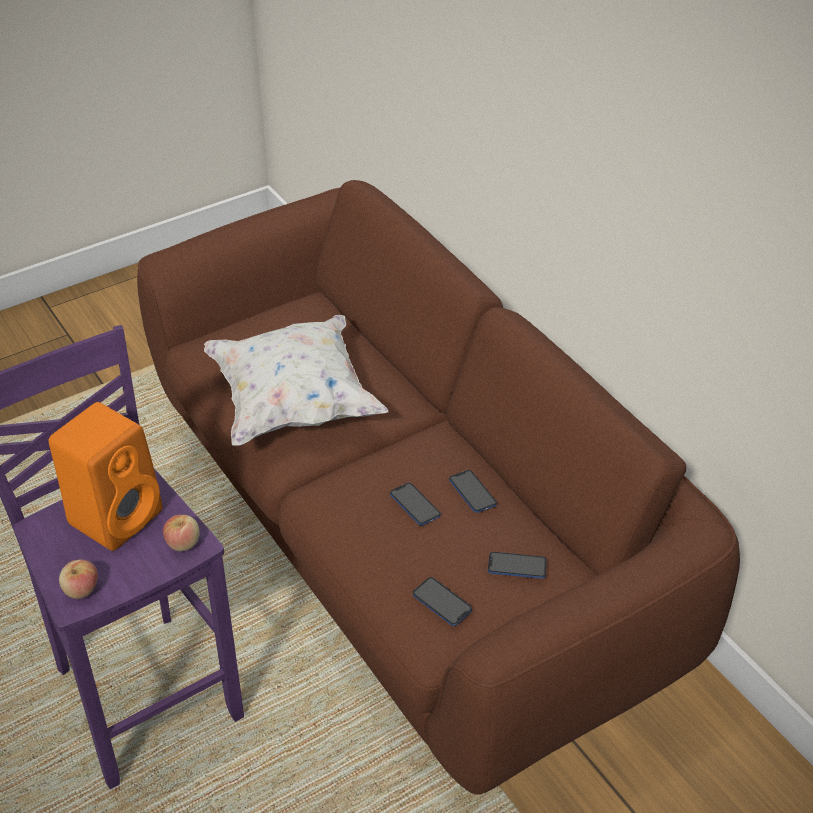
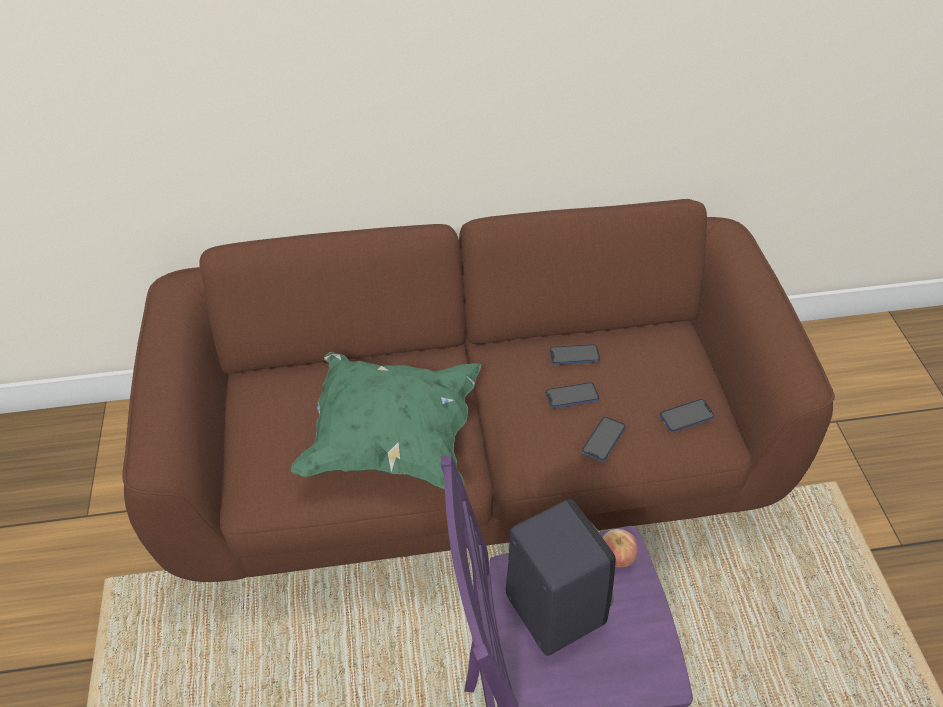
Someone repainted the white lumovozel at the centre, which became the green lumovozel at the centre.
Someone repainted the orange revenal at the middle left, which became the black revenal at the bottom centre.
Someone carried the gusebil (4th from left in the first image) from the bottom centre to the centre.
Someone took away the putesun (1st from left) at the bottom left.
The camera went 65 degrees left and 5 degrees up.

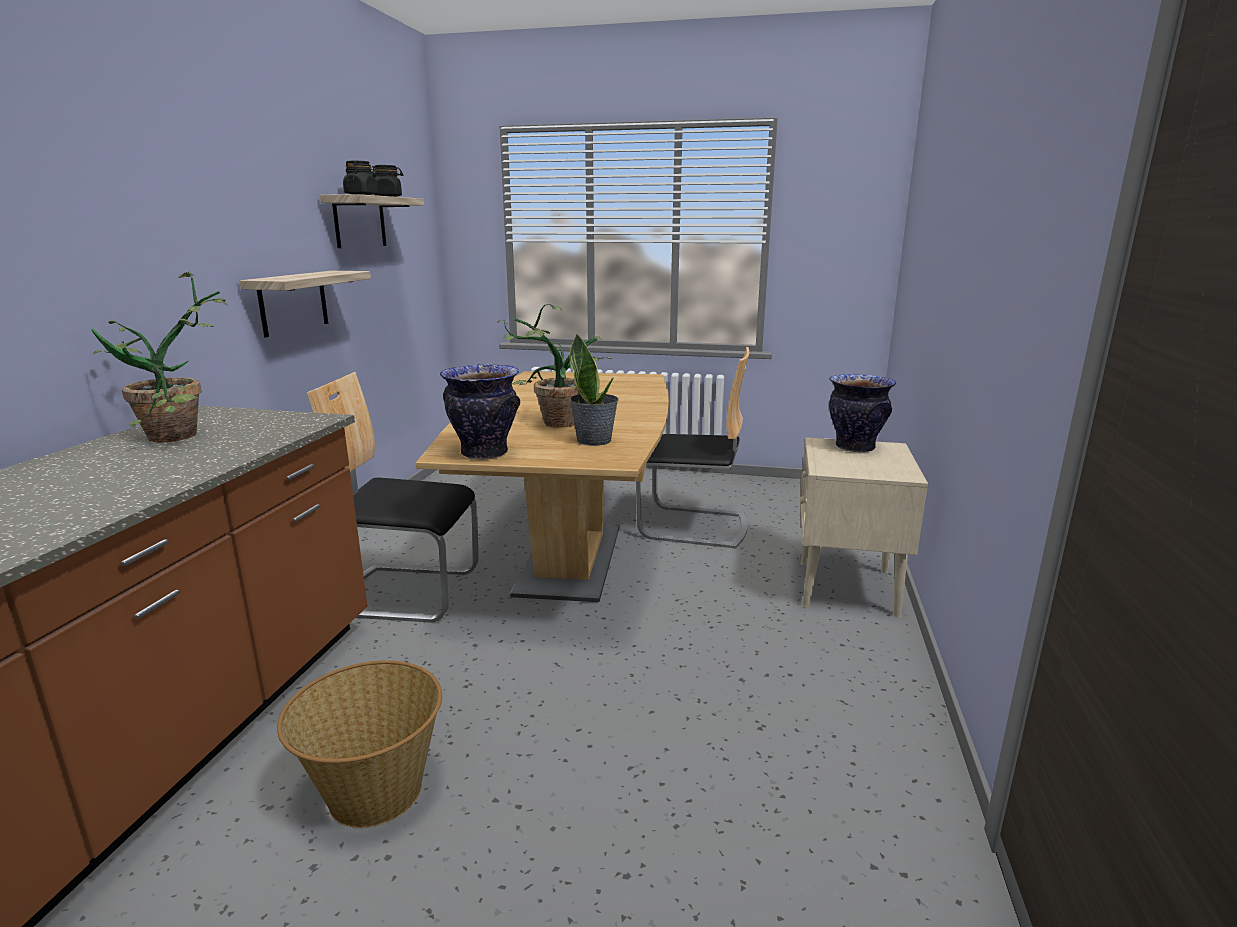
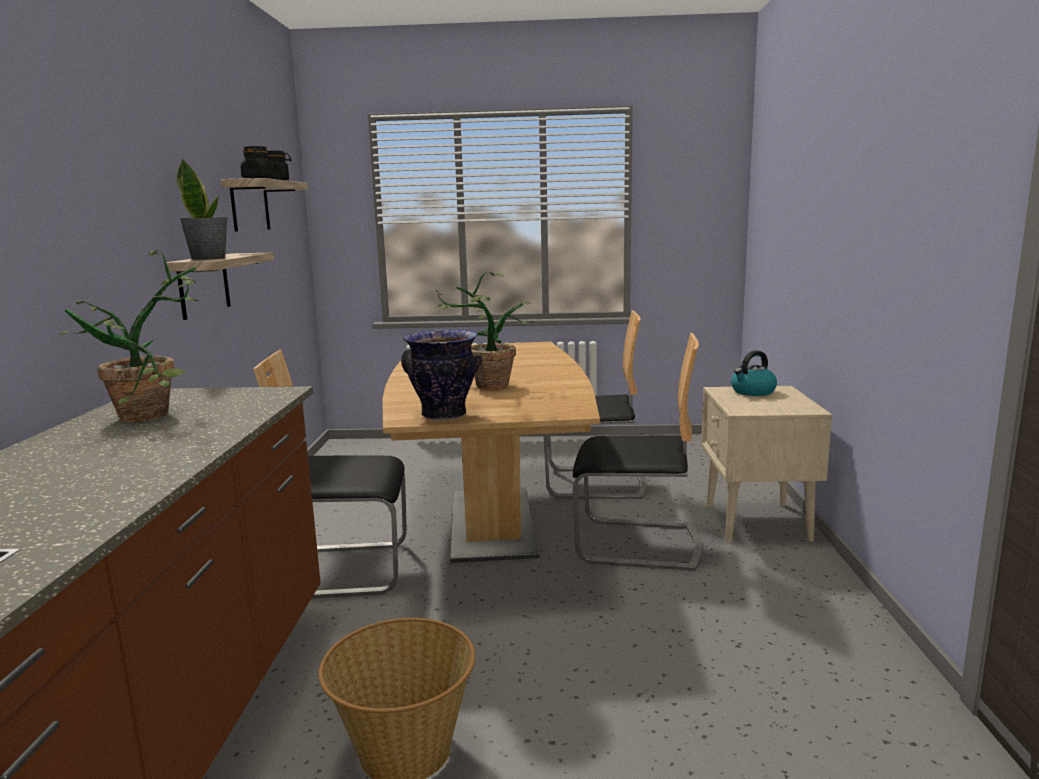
Someone carried the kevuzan (3rd from left in the first image) from the centre to the top left.
Someone put down the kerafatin (3rd from left) at the centre.
Someone swapped the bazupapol (2nd from left) at the middle right for the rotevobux at the middle right.
The camera went 10 degrees left and 5 degrees down.

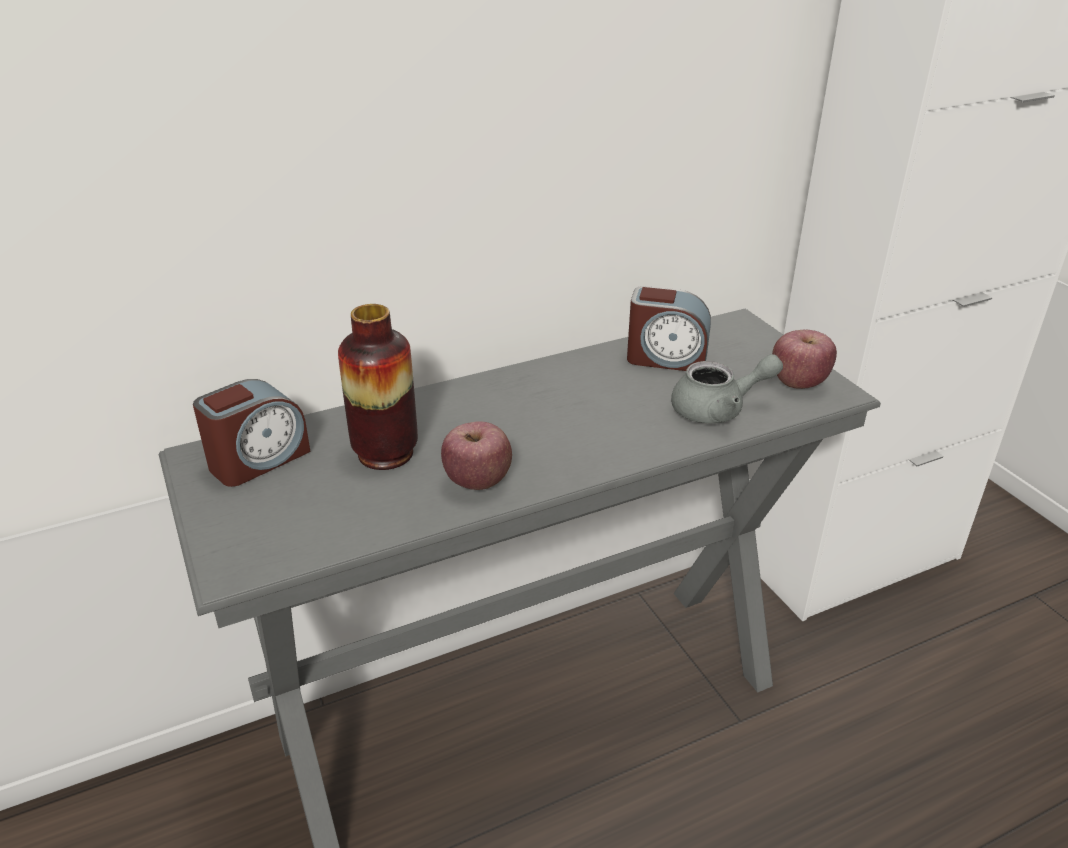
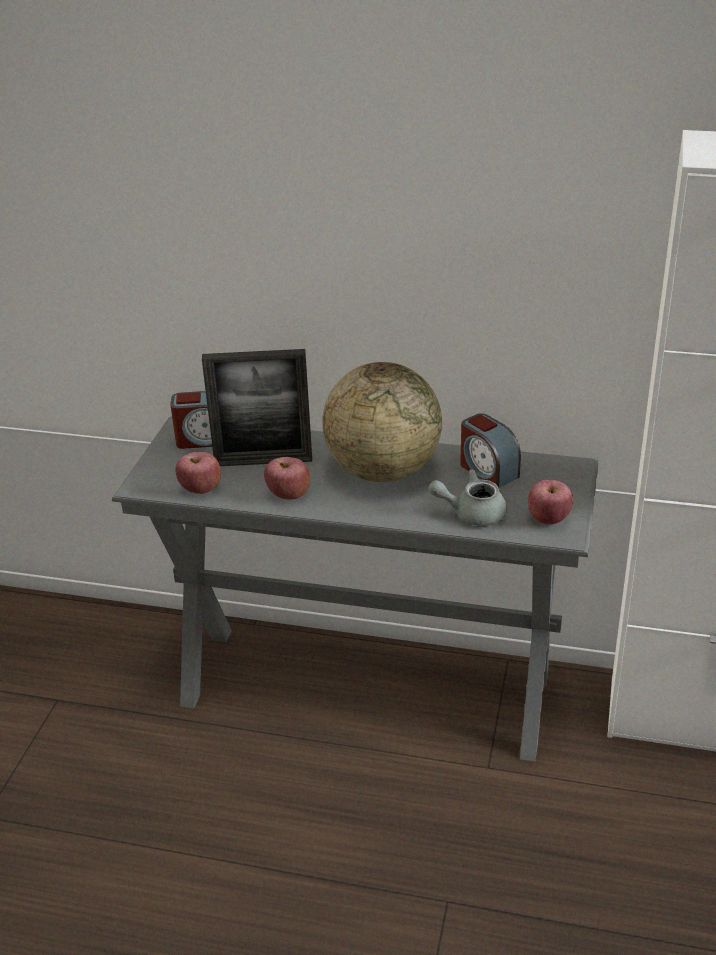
Someone put down the putesun (1st from left) at the middle left.
Someone swapped the bazupapol at the centre for the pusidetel at the centre.
Someone put down the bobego at the centre.
Someone rotated the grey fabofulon at the middle right by 150 degrees clockwise.
The camera went 40 degrees right and 0 degrees up.

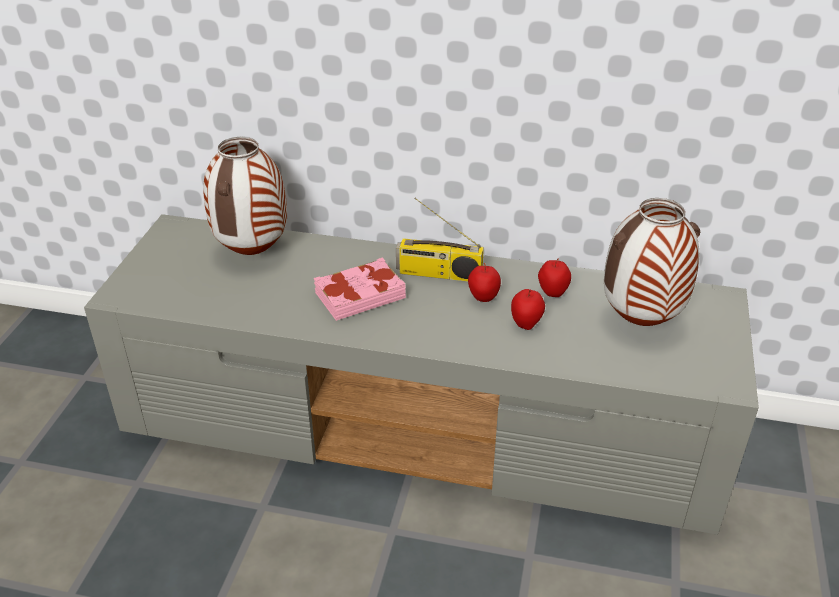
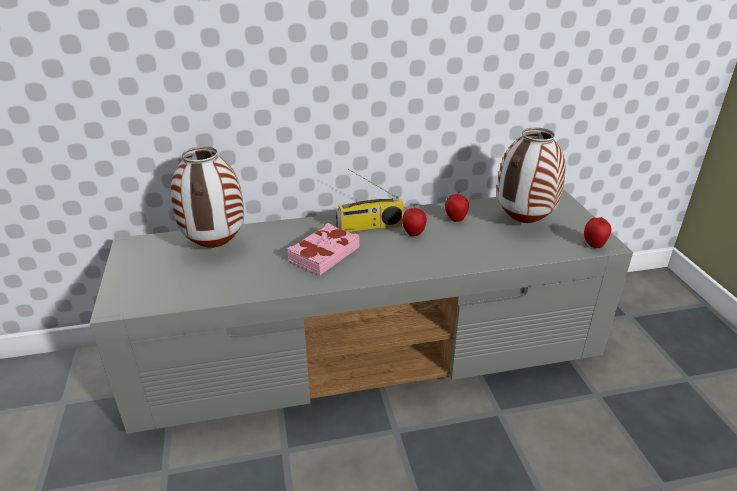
Someone carried the putesun (2nd from left in the first image) from the centre to the middle right.
The camera went 25 degrees left and 5 degrees down.

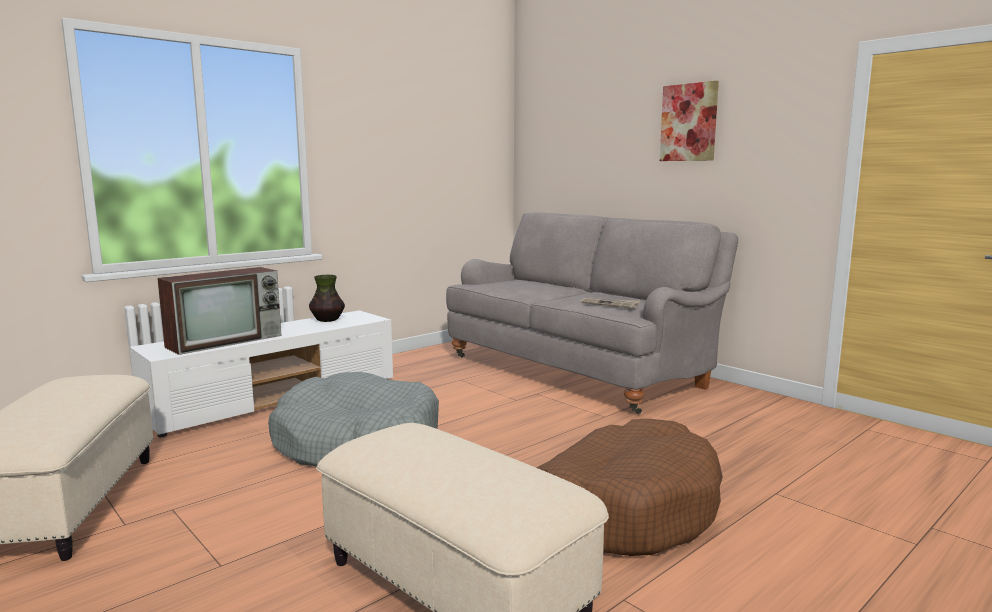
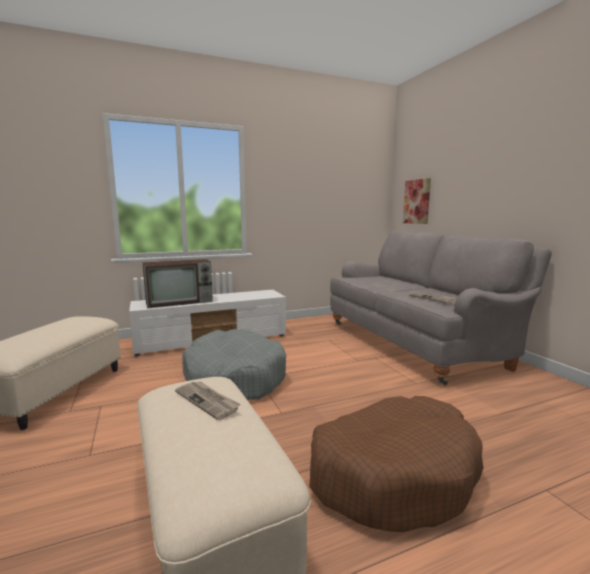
Someone put down the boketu (1st from left) at the bottom centre.
Someone carried the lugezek from the top right to the middle right.
Someone took away the bazupapol at the middle left.
The camera went 20 degrees right and 0 degrees up.

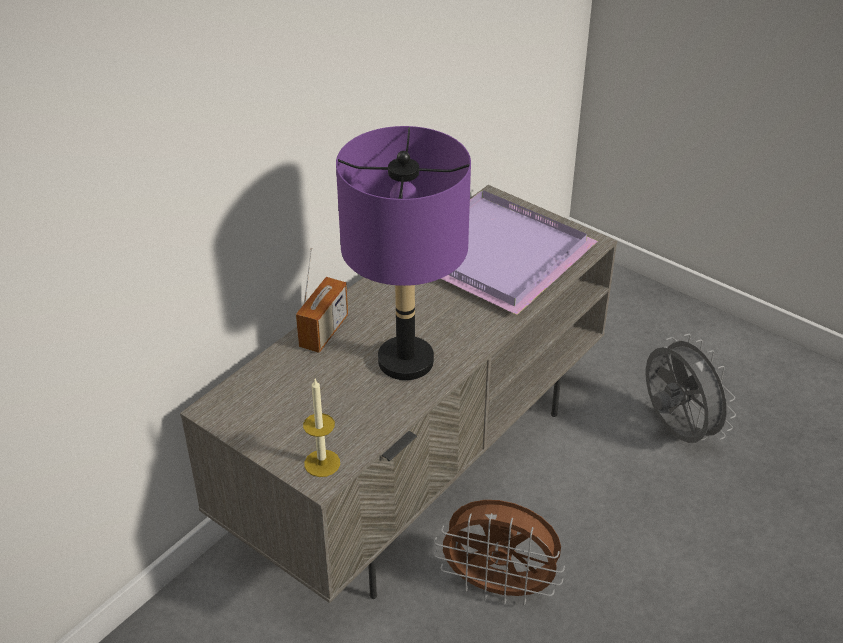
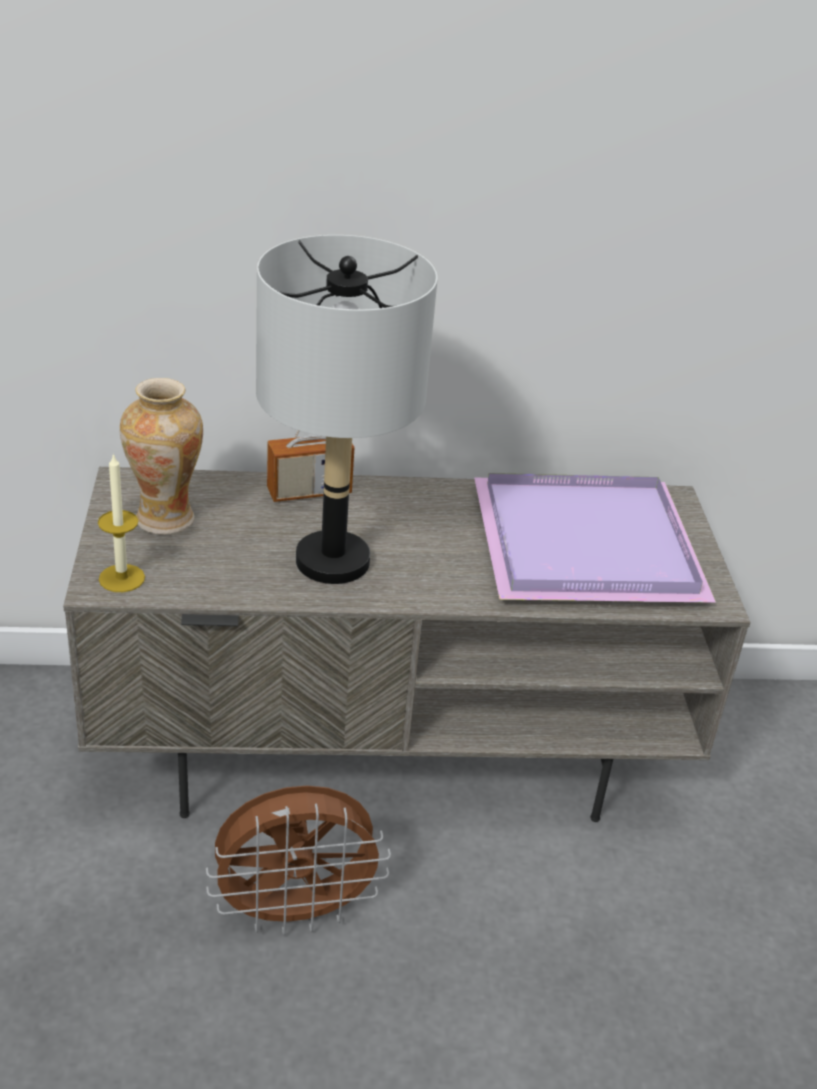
Someone put down the bazupapol at the middle left.
Someone rotated the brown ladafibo at the bottom centre by 75 degrees counterclockwise.
Someone repainted the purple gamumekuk at the centre, which became the grey gamumekuk at the centre.
Someone took away the grey ladafibo at the middle right.
The camera went 45 degrees right and 5 degrees down.

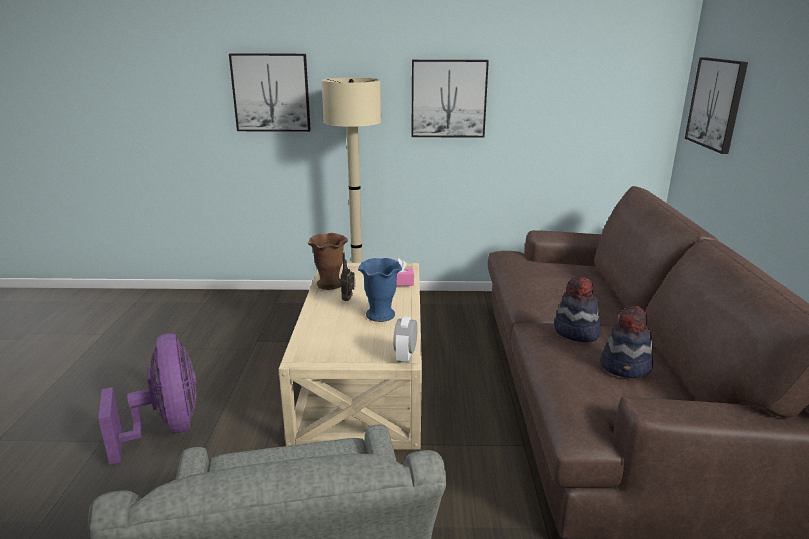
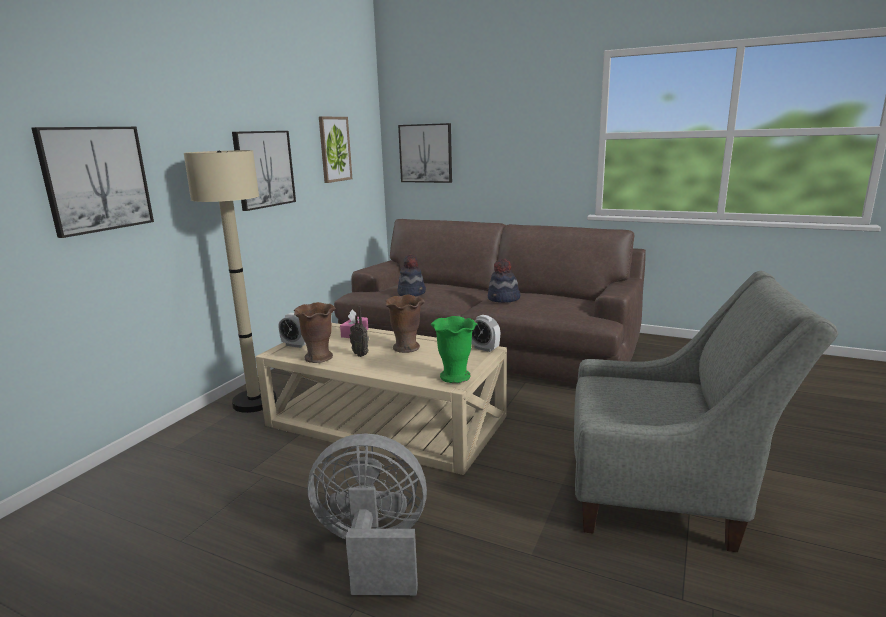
Someone put down the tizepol (1st from left) at the middle left.
Someone repainted the purple ladafibo at the bottom left, which became the grey ladafibo at the bottom centre.
Someone put up the lugezek (3rd from left) at the top centre.
Someone repainted the blue bazupapol at the centre, which became the brown bazupapol (2nd from left) at the centre.
Someone carried the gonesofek (2nd from left in the first image) from the middle right to the centre.
Someone put down the green bazupapol at the centre.
The camera went 65 degrees left and 5 degrees down.

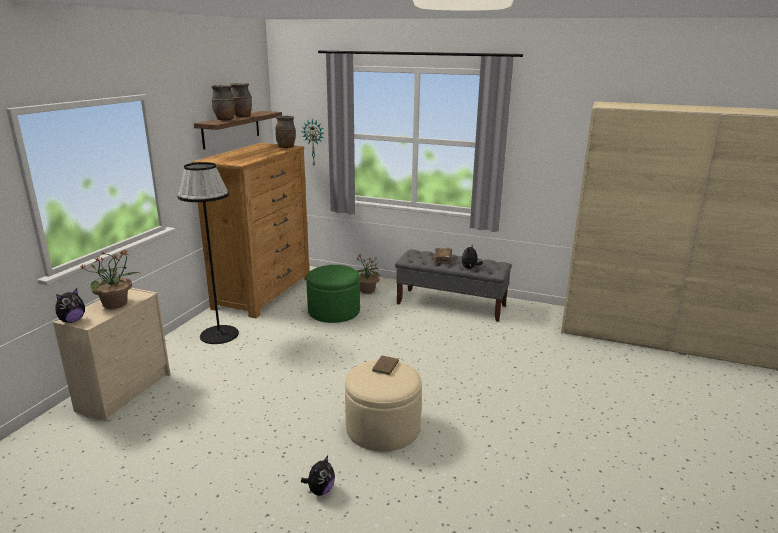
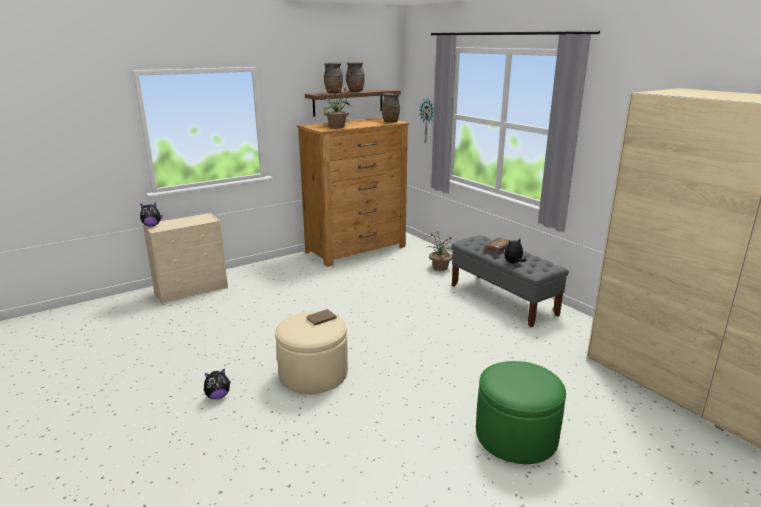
Someone carried the kevuzan (1st from left) from the middle left to the top centre.
Someone carried the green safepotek from the centre to the bottom right.
Someone took away the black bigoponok at the middle left.
The camera went 35 degrees right and 0 degrees up.

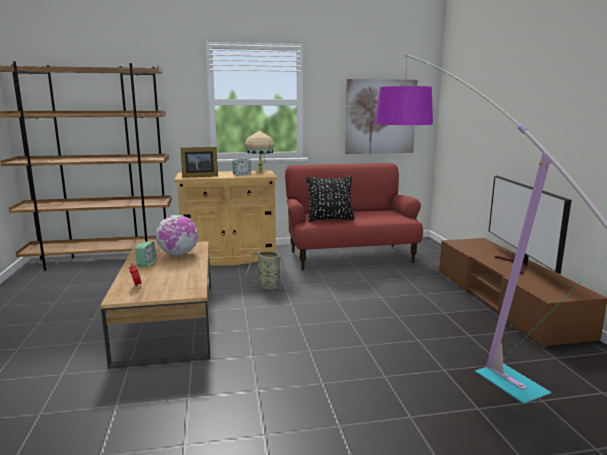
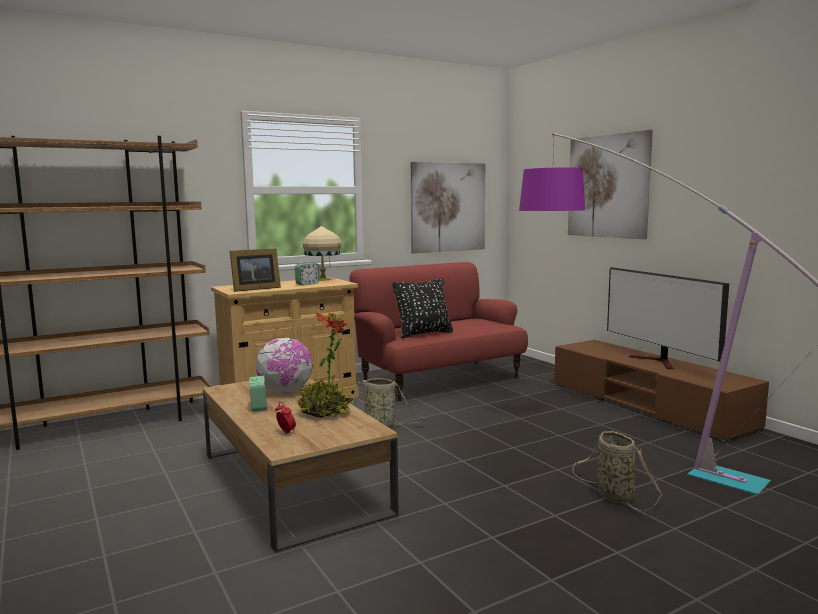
Someone put down the kevuzan at the centre.
Someone put up the lugezek (2nd from left) at the top right.
Someone put down the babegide (2nd from left) at the bottom right.
The camera went 20 degrees left and 5 degrees down.

